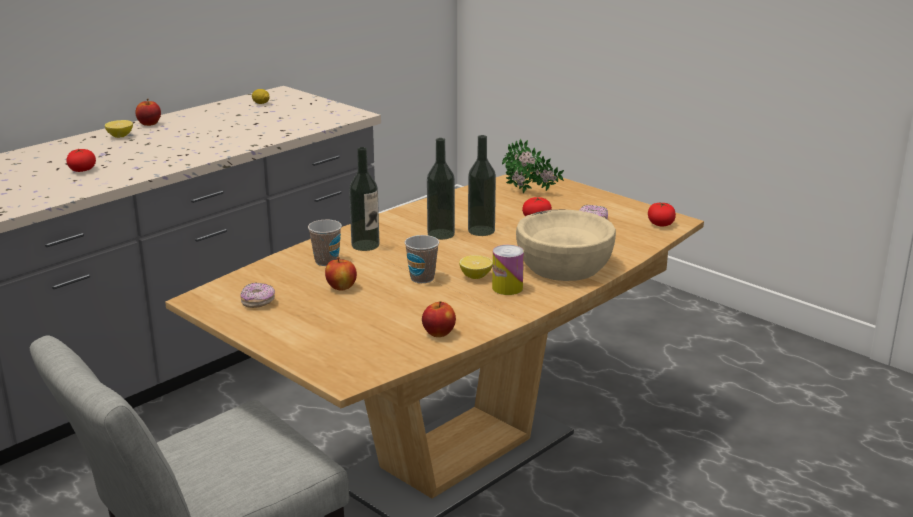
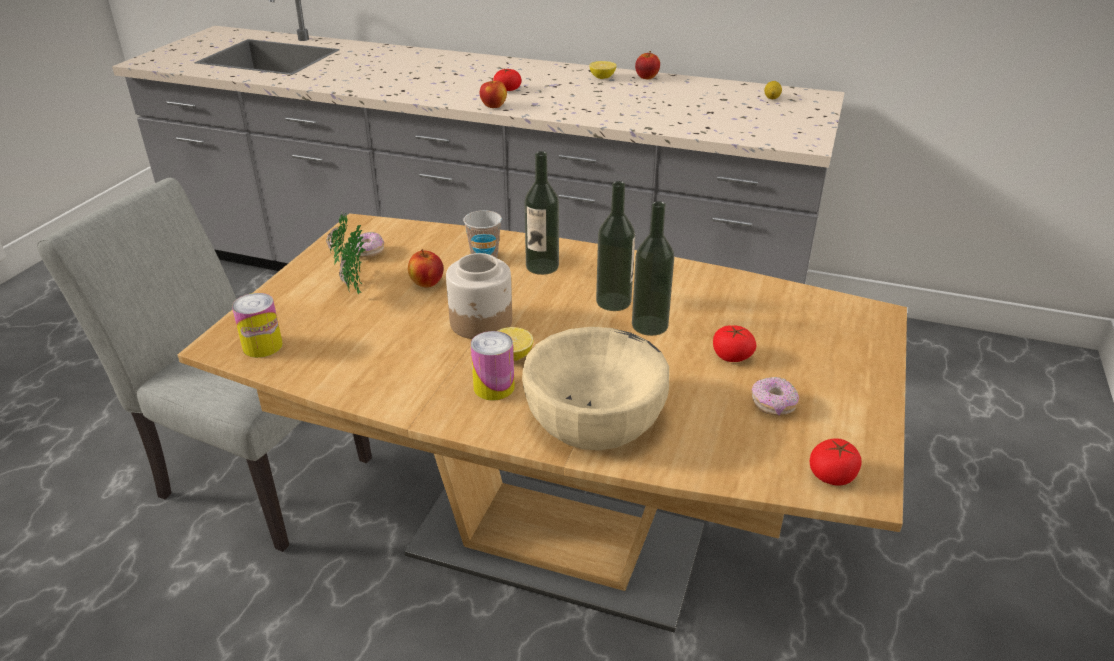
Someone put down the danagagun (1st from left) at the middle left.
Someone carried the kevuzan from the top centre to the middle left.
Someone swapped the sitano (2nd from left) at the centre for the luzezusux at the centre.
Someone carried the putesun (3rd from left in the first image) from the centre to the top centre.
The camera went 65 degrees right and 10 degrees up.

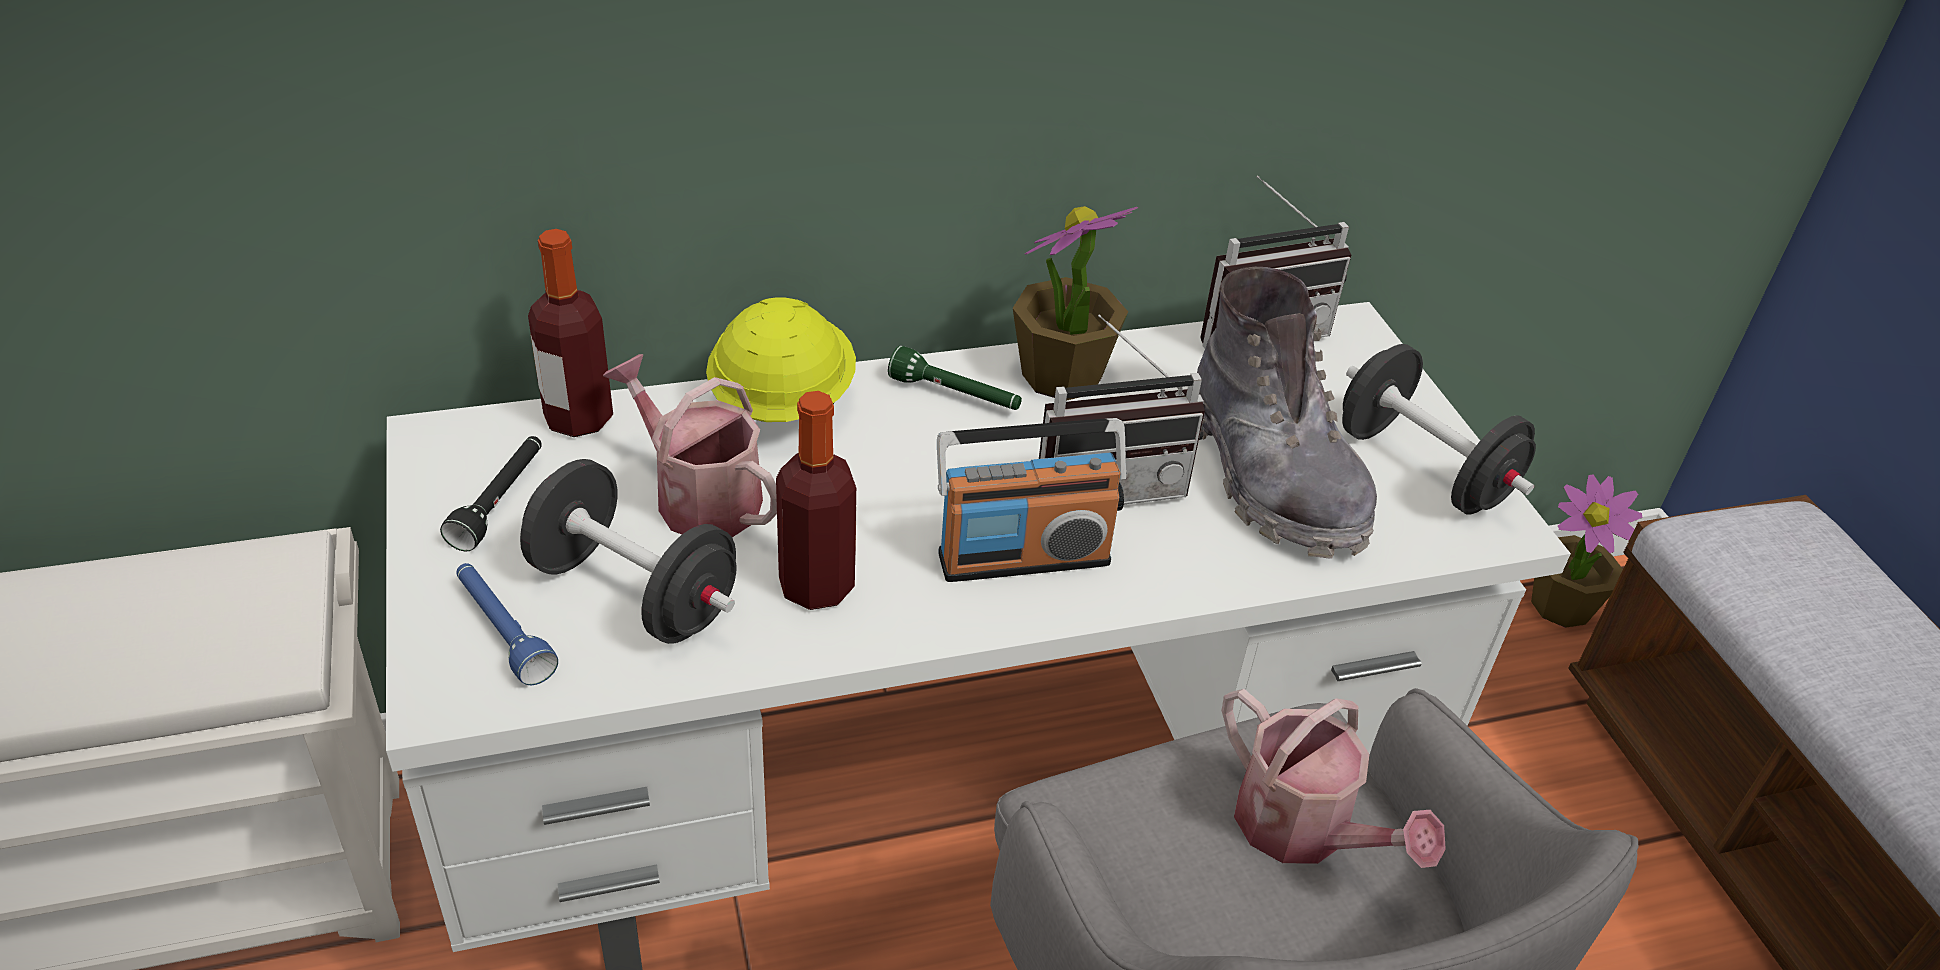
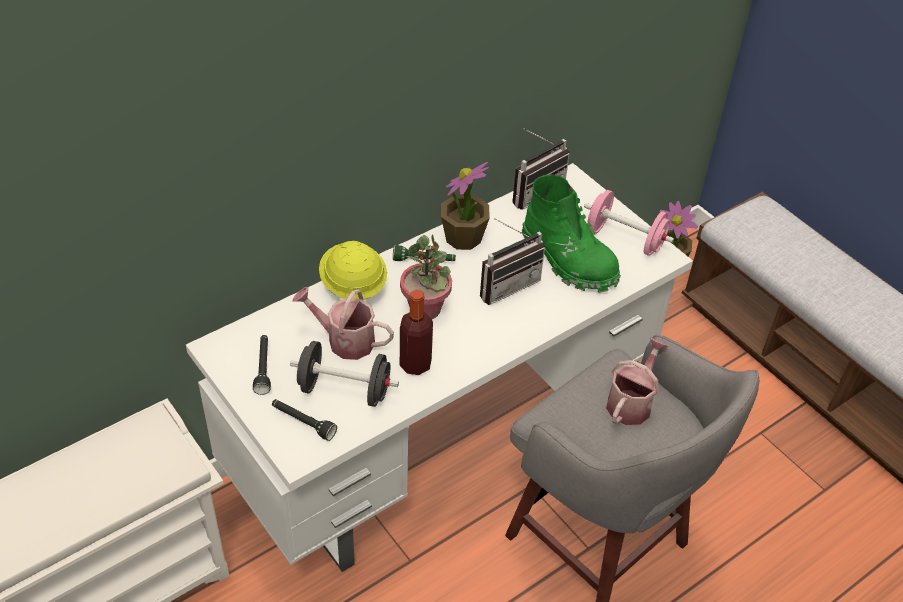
Someone repainted the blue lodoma at the middle left, which became the black lodoma (2nd from left) at the bottom centre.
Someone put down the kevuzan (1st from left) at the centre.
Someone repainted the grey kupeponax at the centre, which became the green kupeponax at the centre.
Someone repainted the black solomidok (2nd from left) at the middle right, which became the pink solomidok at the middle right.
Someone rotated the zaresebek (2nd from left) at the bottom right by 90 degrees counterclockwise.
Someone took away the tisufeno (1st from left) at the middle left.
Someone took away the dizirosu (1st from left) at the centre.
The camera went 20 degrees left and 5 degrees up.

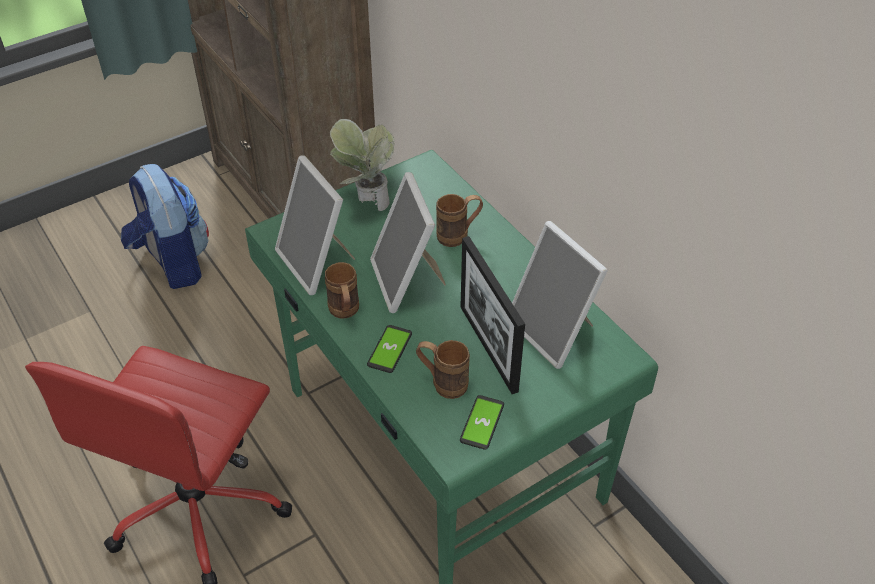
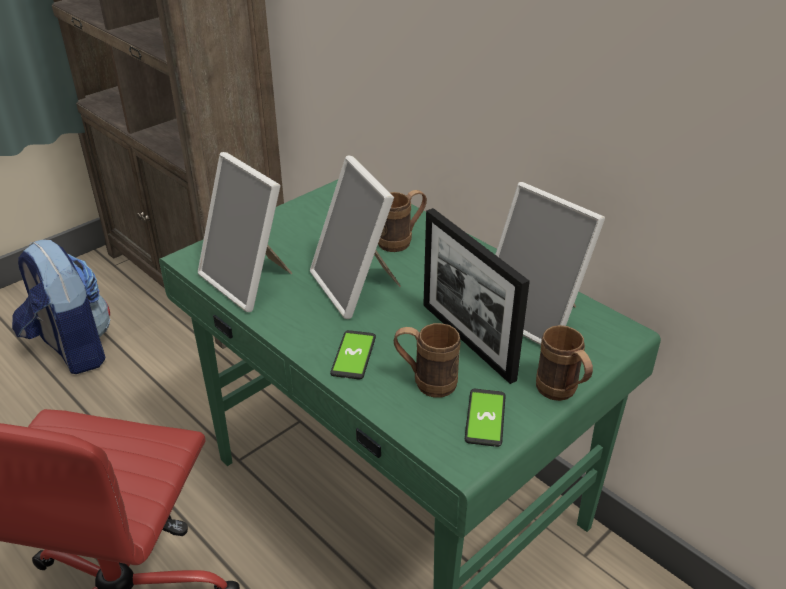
Someone carried the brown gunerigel (1st from left in the first image) from the centre to the middle right.
Someone took away the kevuzan at the top centre.
The camera went 10 degrees left and 10 degrees down.

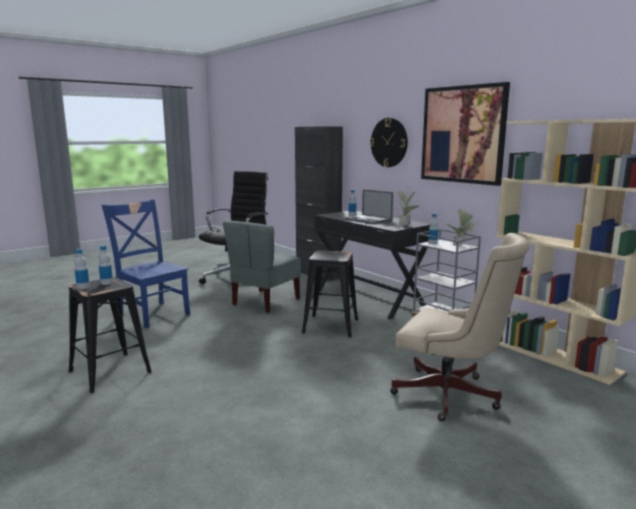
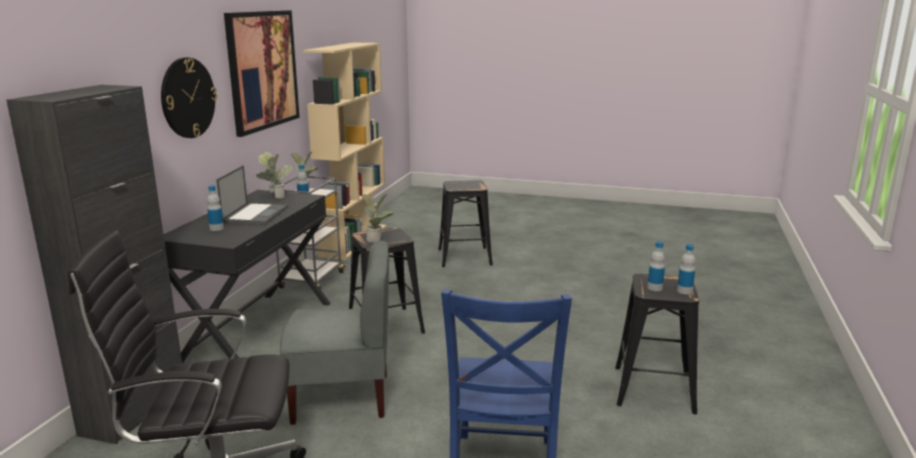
Someone put down the kevuzan (3rd from left) at the centre.
Someone swapped the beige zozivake at the middle right for the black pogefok (2nd from left) at the centre.
The camera went 125 degrees left and 5 degrees up.

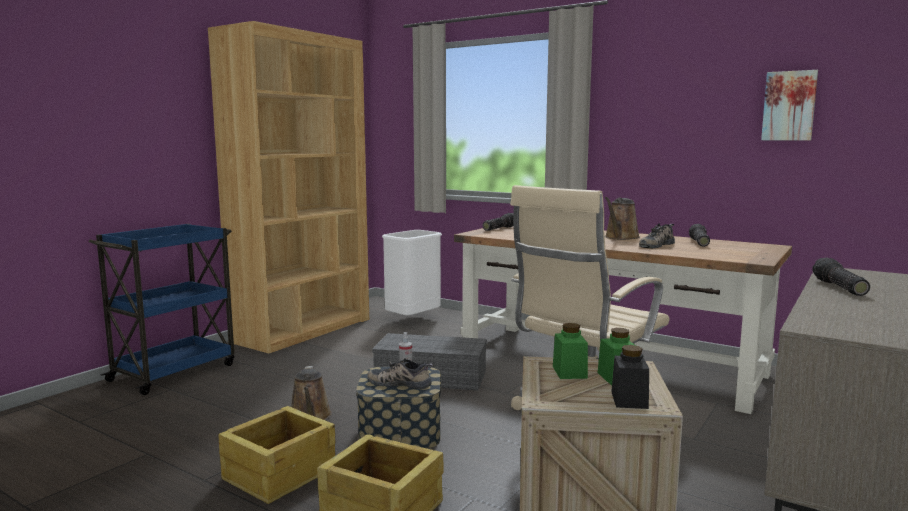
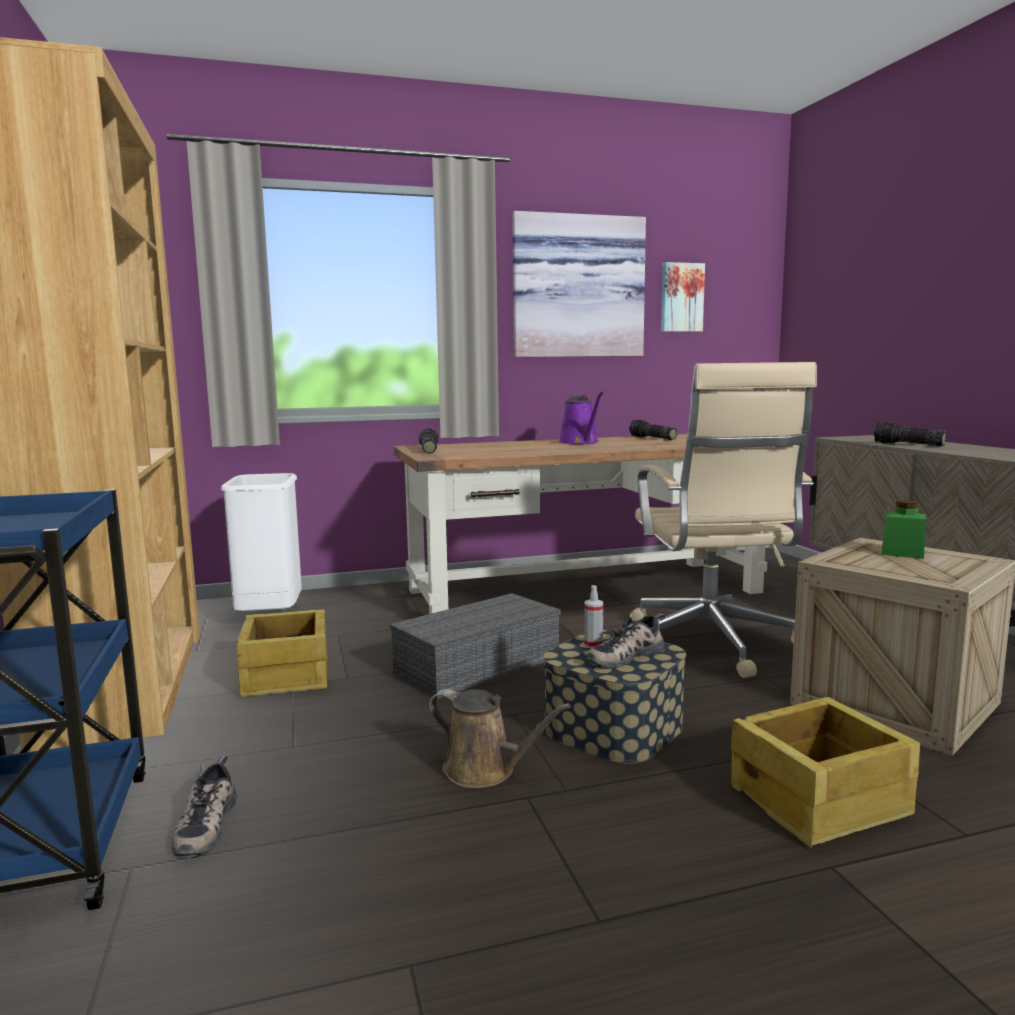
Someone carried the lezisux (2nd from left in the first image) from the middle right to the bottom left.
Someone carried the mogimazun (1st from left) from the bottom left to the middle left.
Someone put up the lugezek (1st from left) at the top centre.
Someone repainted the brown zaresebek (2nd from left) at the middle right, which became the purple zaresebek at the centre.
Someone took away the green luzezusux (1st from left) at the bottom centre.
Someone took away the black luzezusux at the bottom right.
The camera went 50 degrees left and 0 degrees up.

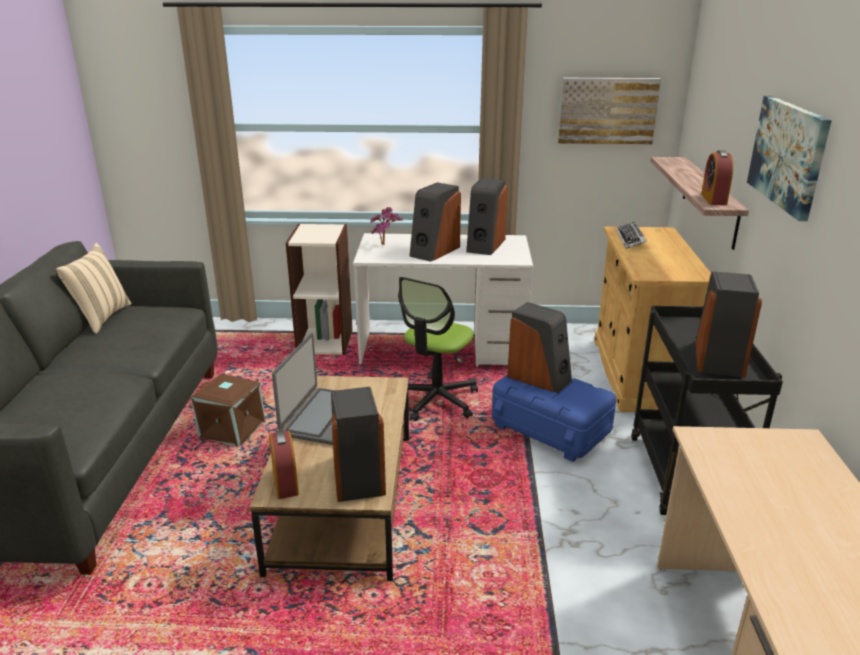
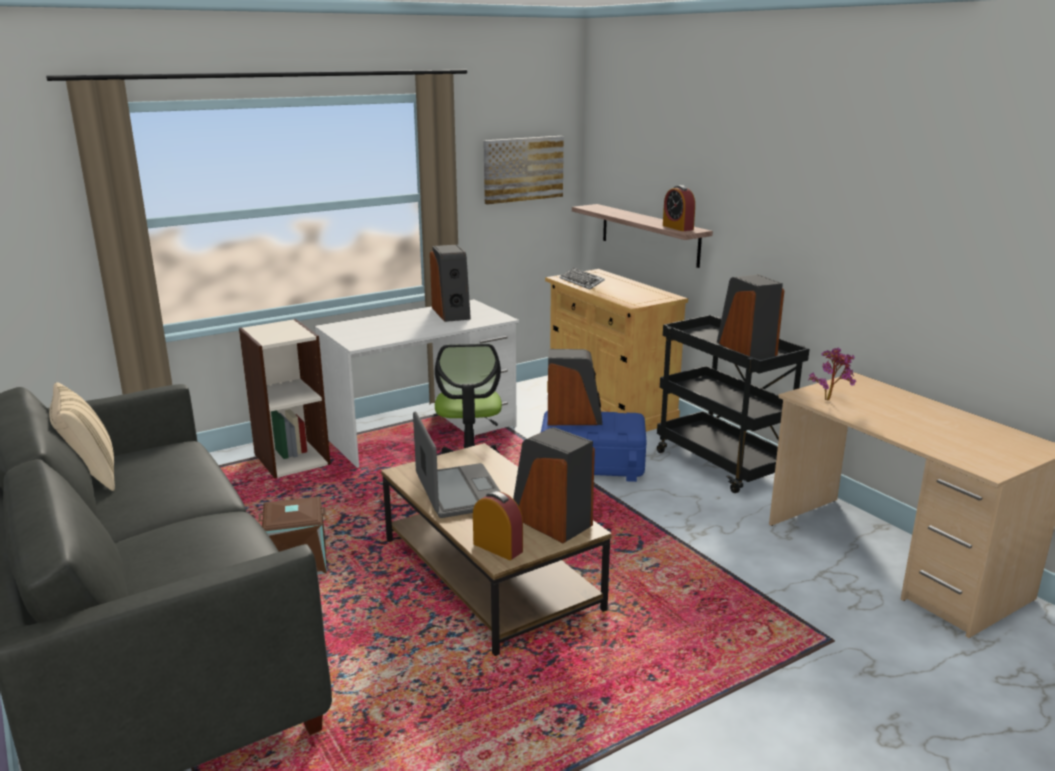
Someone carried the kevuzan from the centre to the middle right.
Someone took away the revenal (2nd from left) at the centre.
Someone took away the lugezek (2nd from left) at the top right.
The camera went 35 degrees left and 5 degrees down.

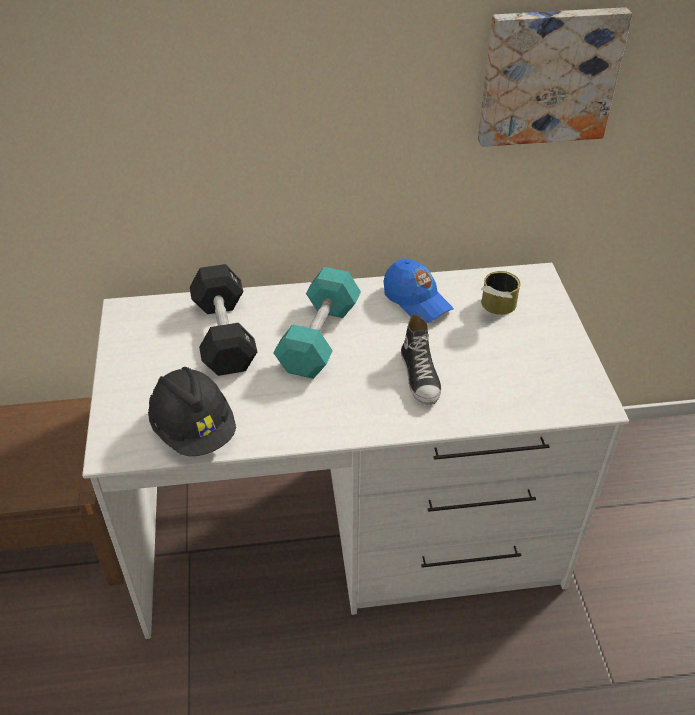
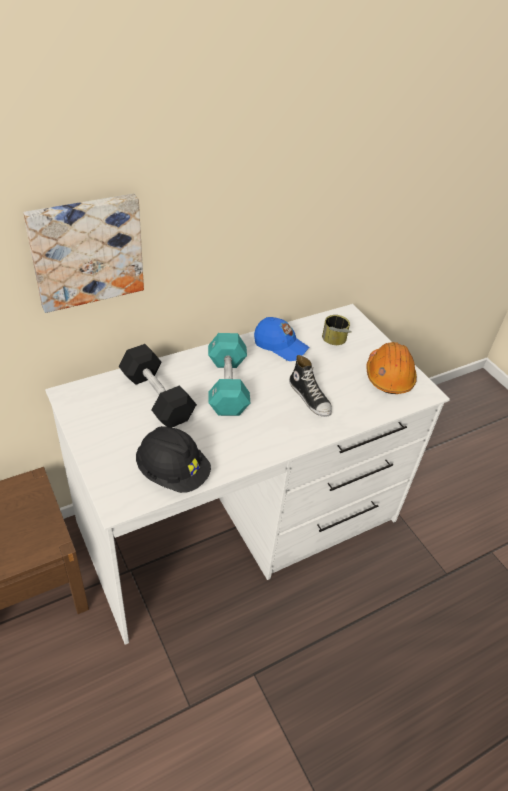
Someone carried the lugezek from the top right to the top left.
Someone put down the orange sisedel at the middle right.
The camera went 25 degrees left and 0 degrees up.

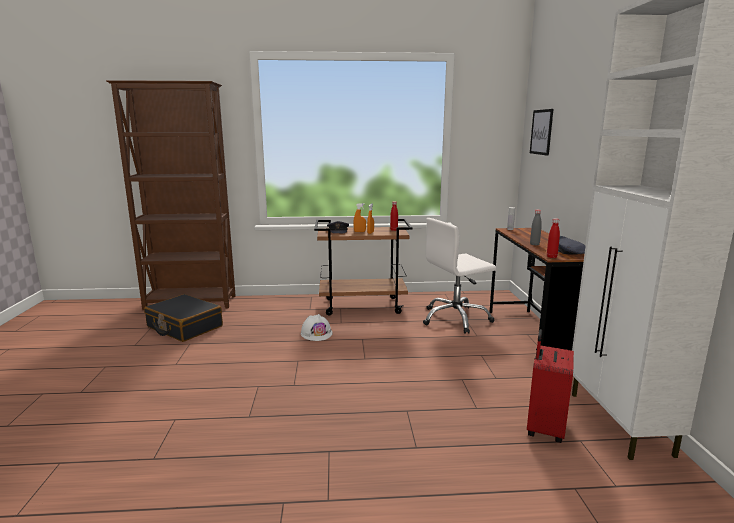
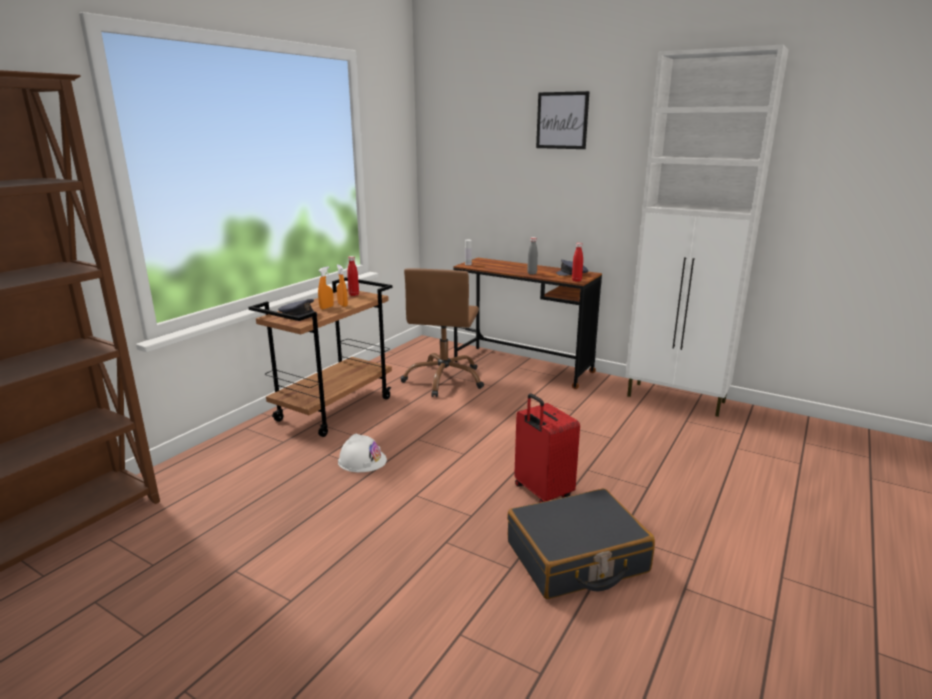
Someone repainted the white zozivake at the centre, which became the brown zozivake at the centre.
Someone carried the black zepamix from the middle left to the bottom centre.
Someone carried the red zepamix from the bottom right to the centre.
Someone carried the lugezek from the top right to the top centre.
The camera went 55 degrees left and 5 degrees up.

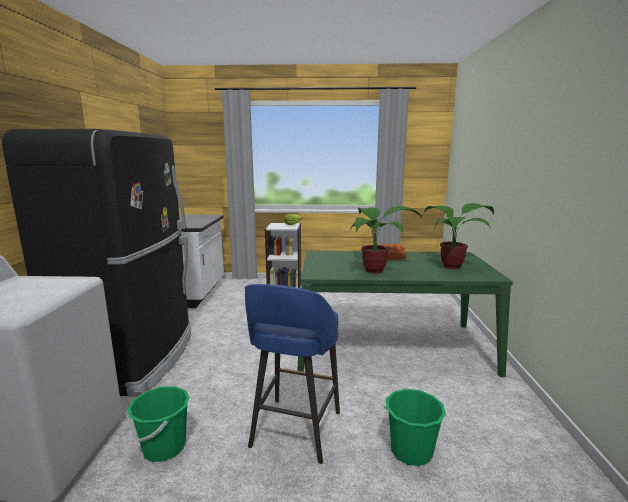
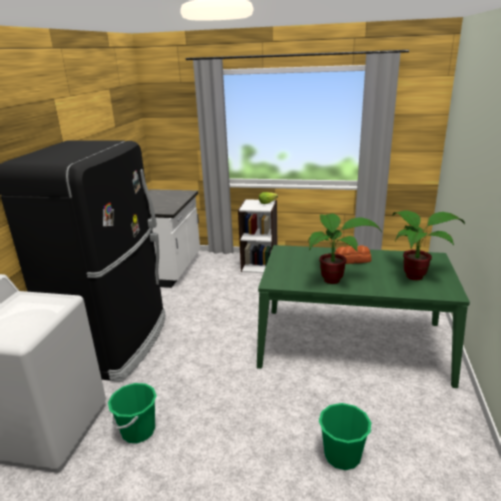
Someone took away the blue pogefok at the bottom centre.
The camera went 10 degrees right and 10 degrees up.

